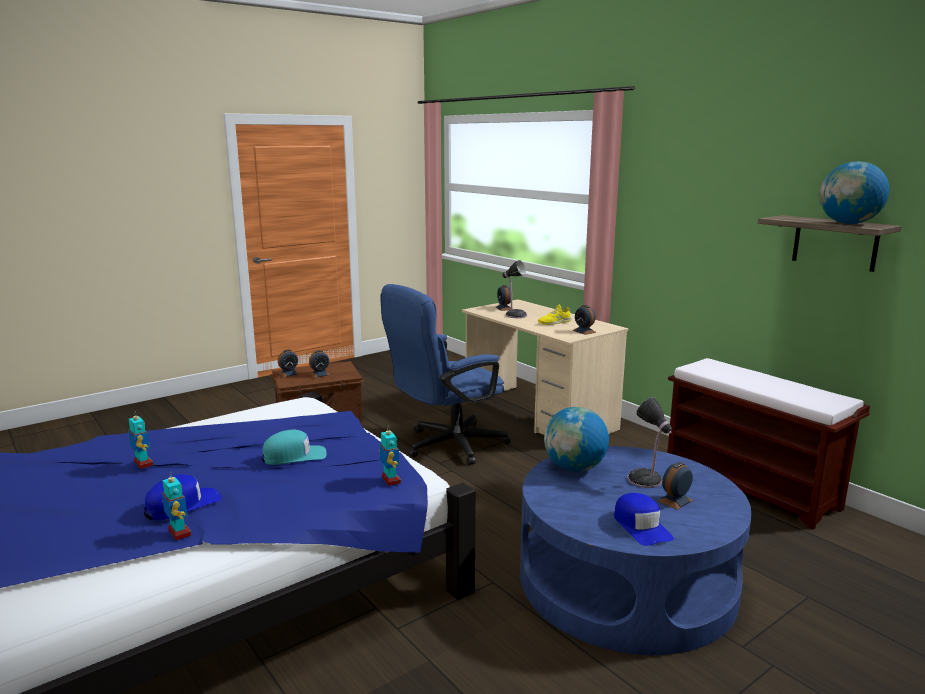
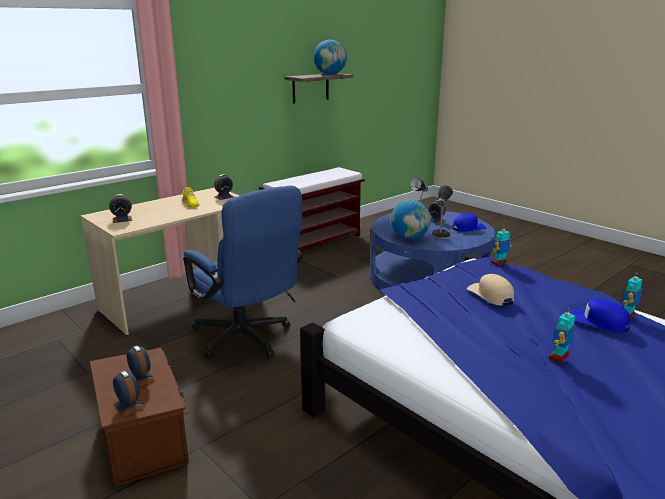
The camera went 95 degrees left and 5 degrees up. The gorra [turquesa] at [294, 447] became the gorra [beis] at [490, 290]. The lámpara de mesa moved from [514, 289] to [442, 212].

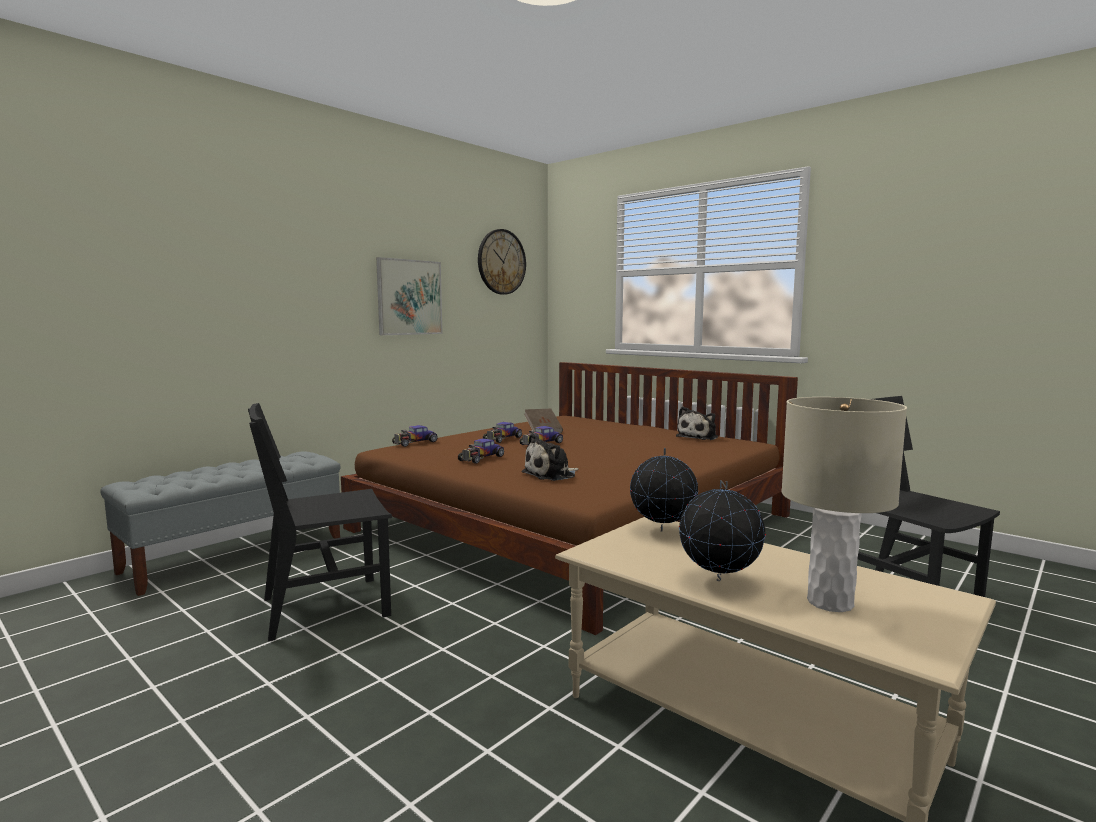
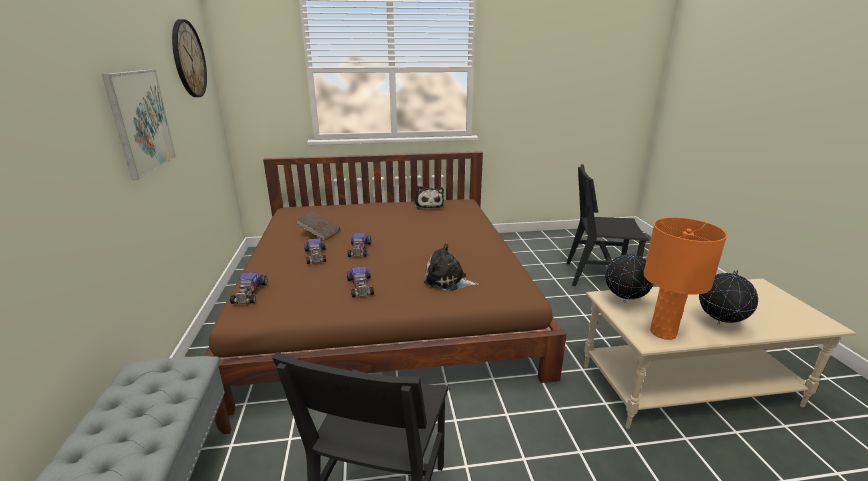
The camera went 50 degrees left and 15 degrees up. The peluche at [550, 457] turned 105 degrees clockwise. The lámpara de mesa [beis] at [844, 504] disappeared. The lámpara de mesa [naranja] at [685, 278] appeared.

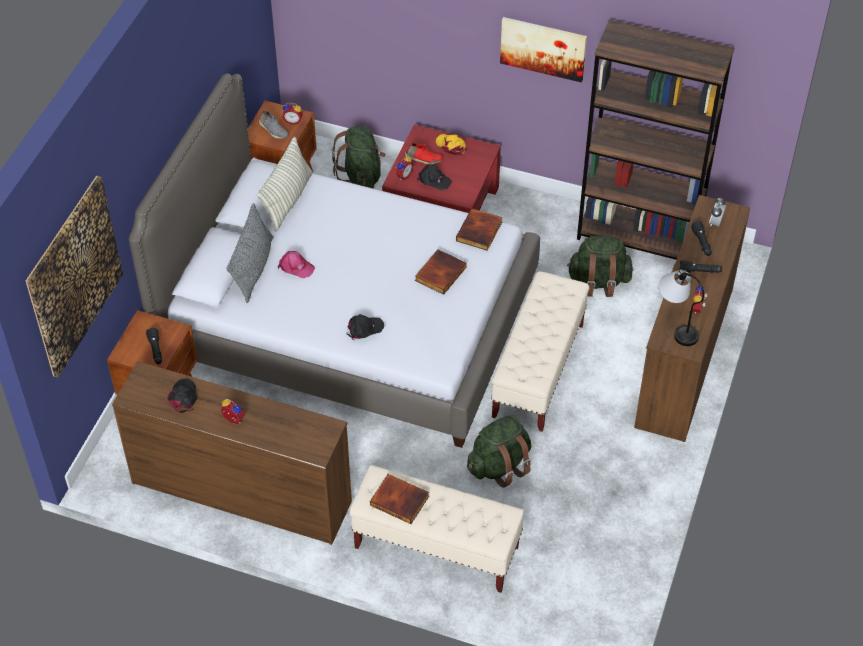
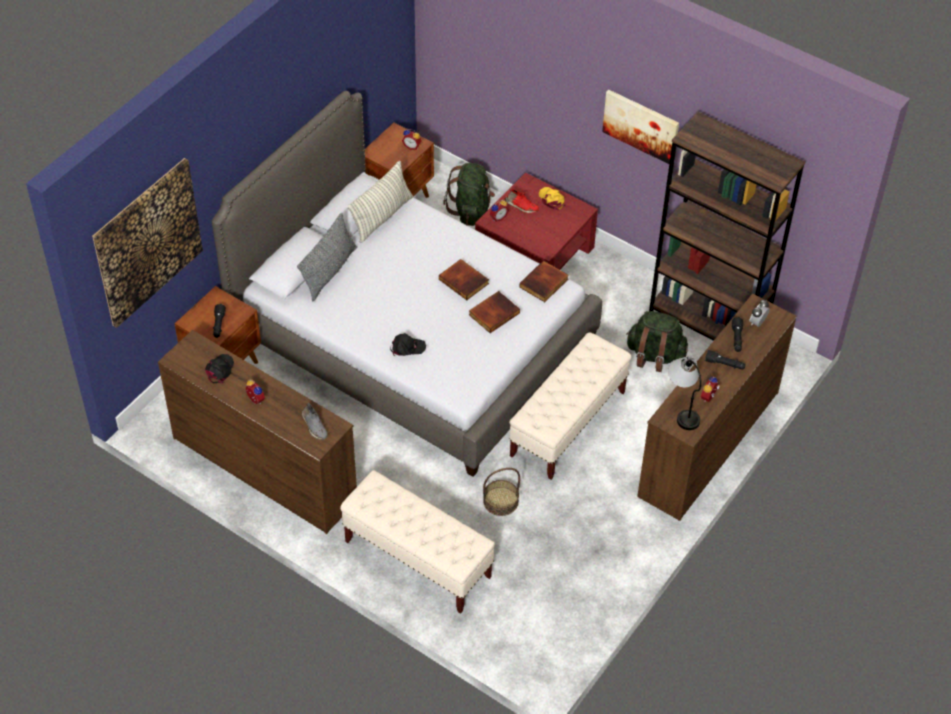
The camera went 15 degrees right and 0 degrees up. The zapato [gris] moved from [274, 124] to [315, 421]. The gorra [rosa] at [296, 264] disappeared. The libro moved from [399, 499] to [464, 279]. The gorra [negro] at [434, 177] disappeared. The mochila [verde] at [499, 452] was replaced by the cesta at [501, 492].

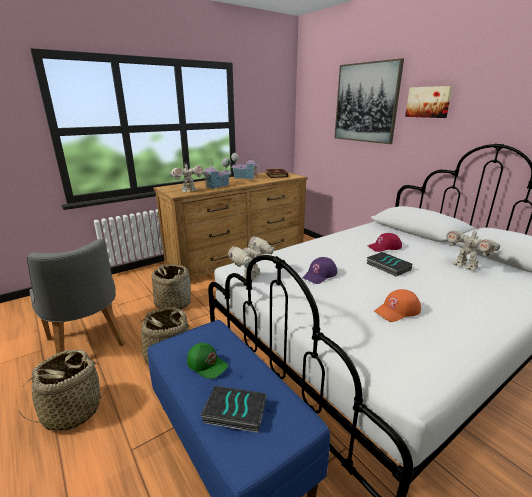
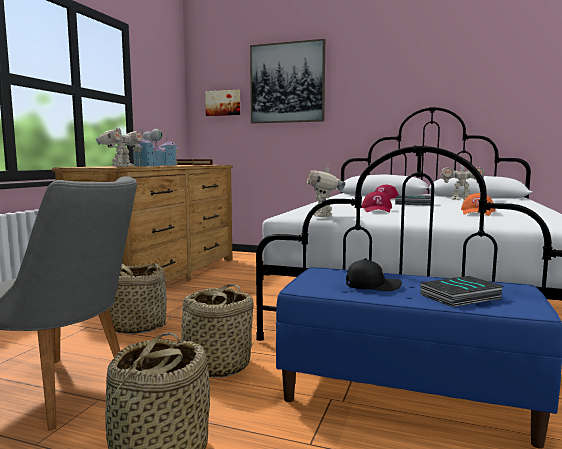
The camera went 35 degrees left and 15 degrees down. The gorra [verde] at [207, 361] became the gorra [negro] at [374, 274]. The gorra [morado] at [319, 270] became the gorra [rojo] at [377, 202]. The cuadro moved from [429, 102] to [222, 103].

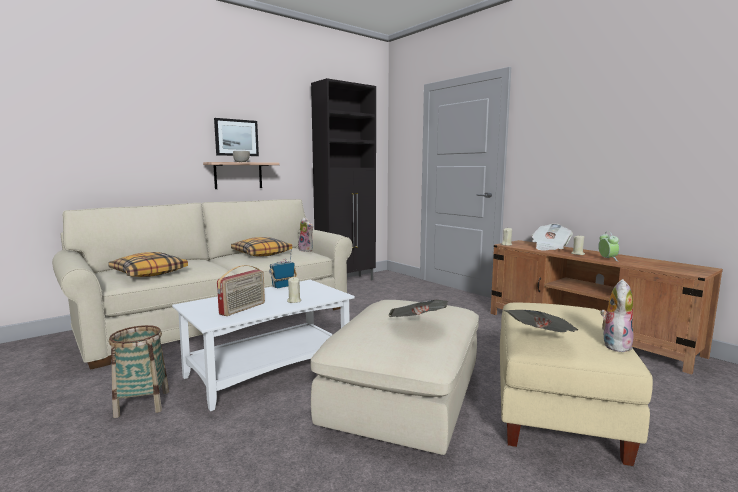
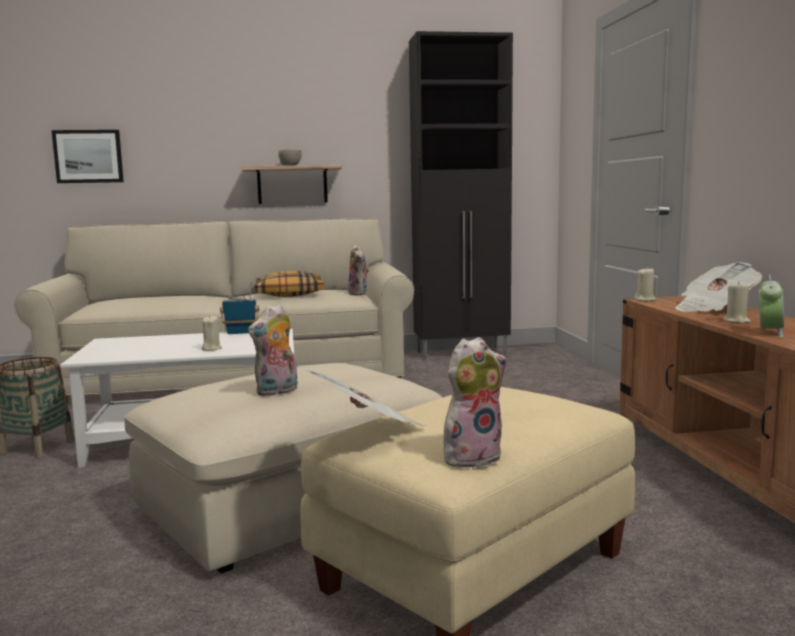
The camera went 30 degrees right and 0 degrees up. The cojín at [148, 264] disappeared. The cuadro moved from [236, 137] to [88, 156]. The radio at [241, 290] disappeared. The periódico at [418, 308] was replaced by the peluche at [273, 350].

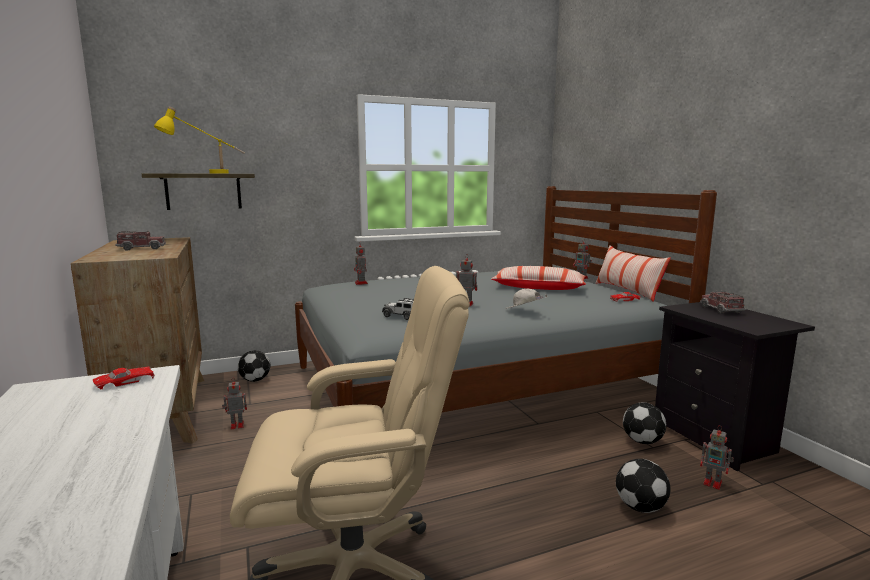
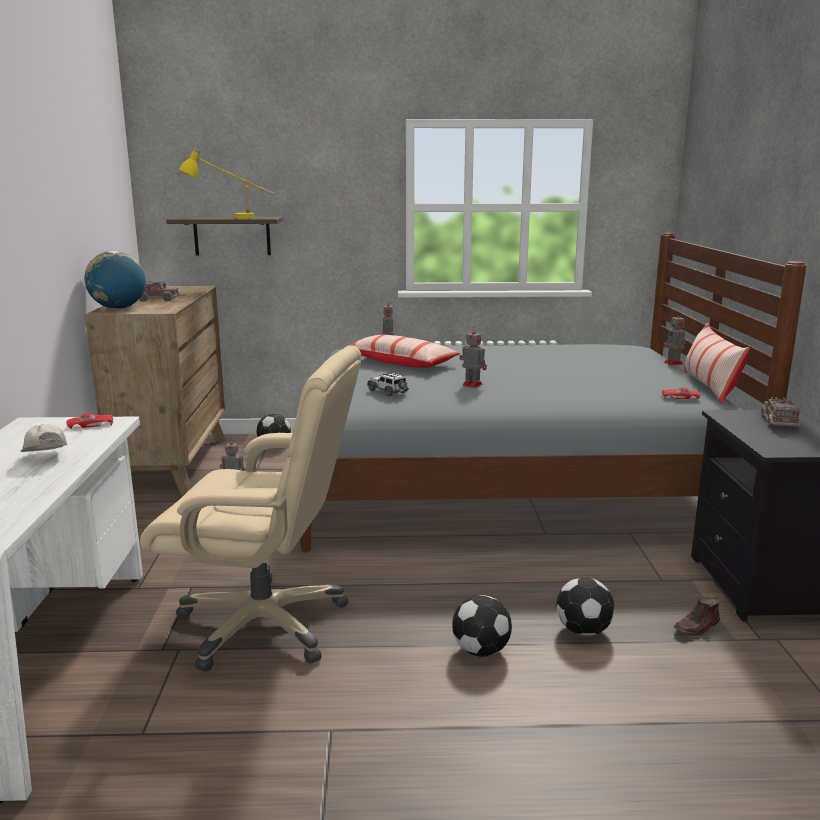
The camera went 20 degrees right and 5 degrees up. The cojín moved from [538, 278] to [402, 351]. The gorra [blanco] moved from [526, 299] to [43, 438]. The balón de fútbol moved from [644, 423] to [482, 626]. The robot de juguete at [717, 457] was replaced by the zapato [marrón] at [696, 616]. The globo terráqueo at [115, 280] appeared.

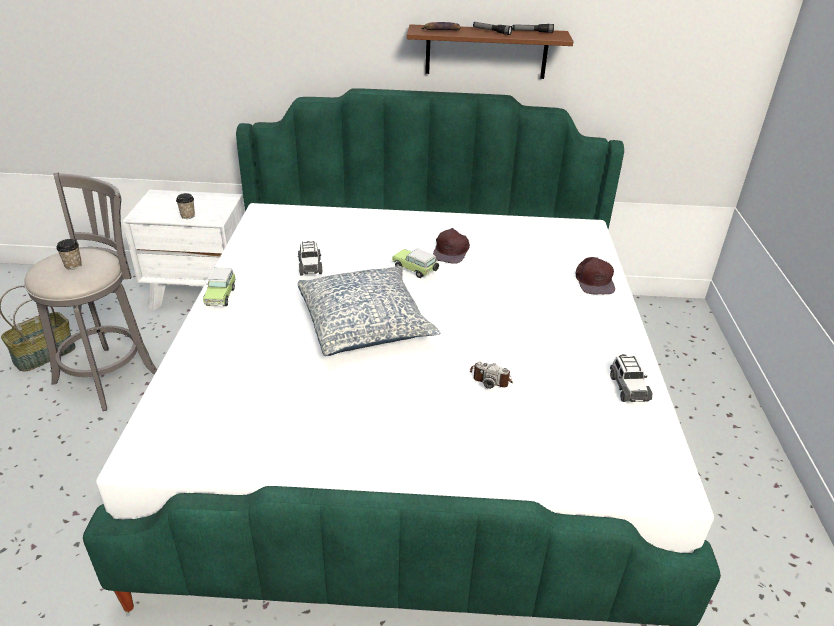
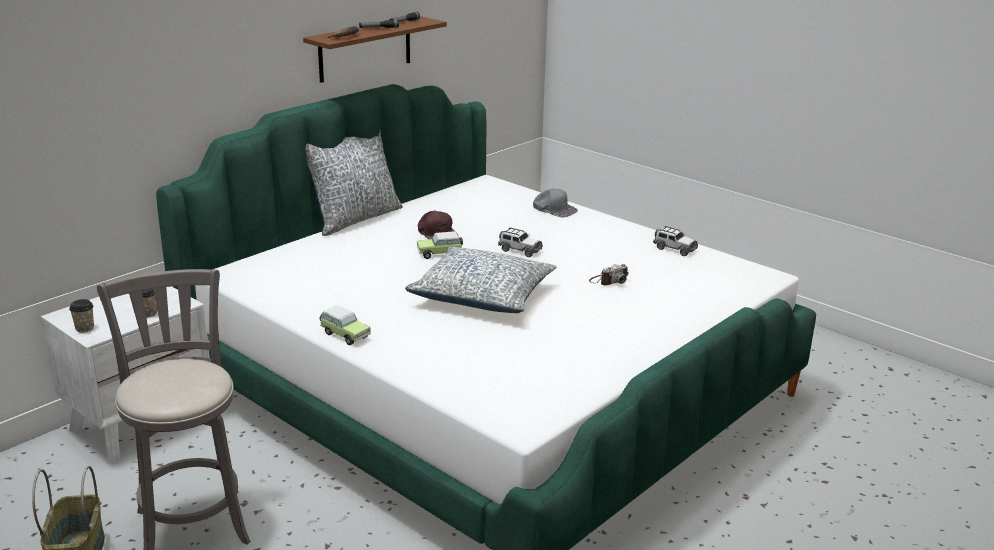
The camera went 50 degrees left and 10 degrees down. The taza moved from [69, 254] to [81, 315]. The coche de juguete moved from [310, 258] to [520, 242]. The gorra [marrón] at [595, 275] became the gorra [gris] at [555, 202]. The cojín at [354, 182] appeared.

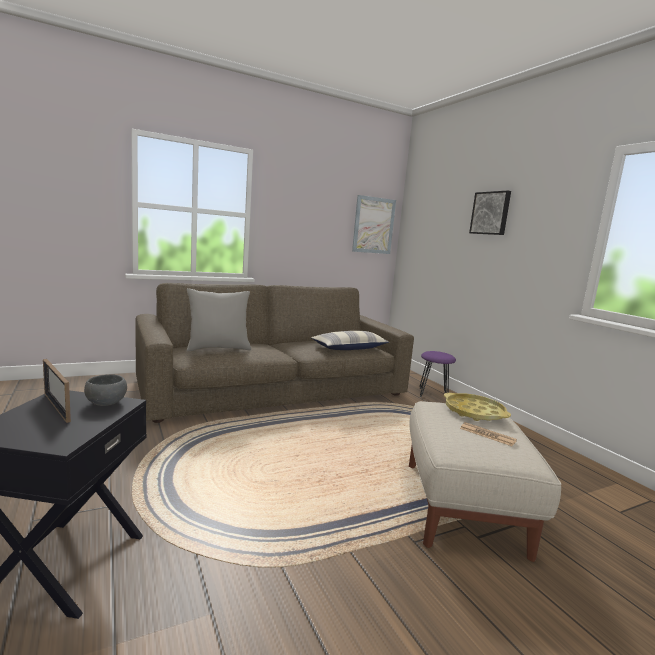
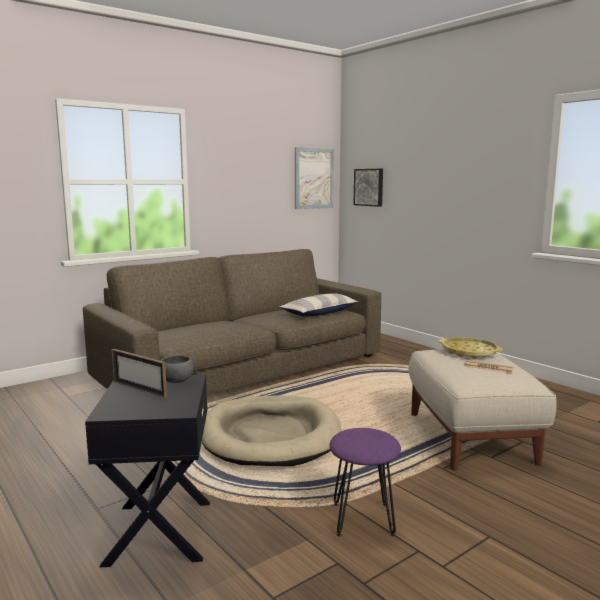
The camera went 10 degrees left and 0 degrees up. The cojín [gris] at [219, 319] disappeared. The taburete [morado] moved from [437, 374] to [365, 482]. The cuadro moved from [490, 212] to [368, 188]. The cama para perro [beis] at [271, 430] appeared.

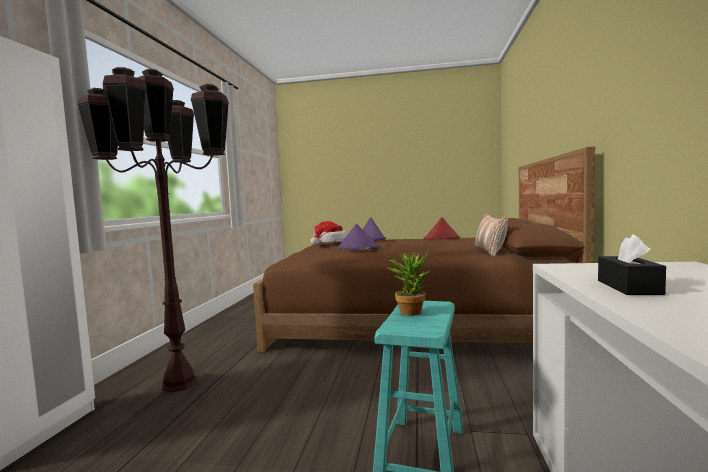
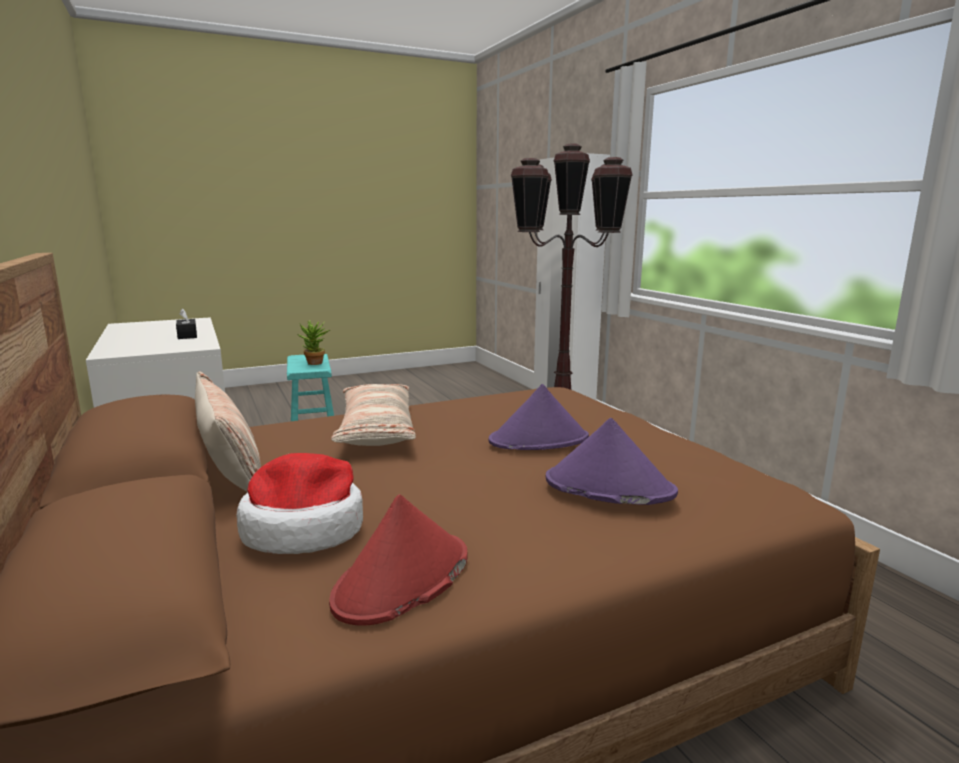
The camera went 145 degrees right and 10 degrees up. The sombrero moved from [328, 233] to [299, 503]. The cojín at [373, 415] appeared.

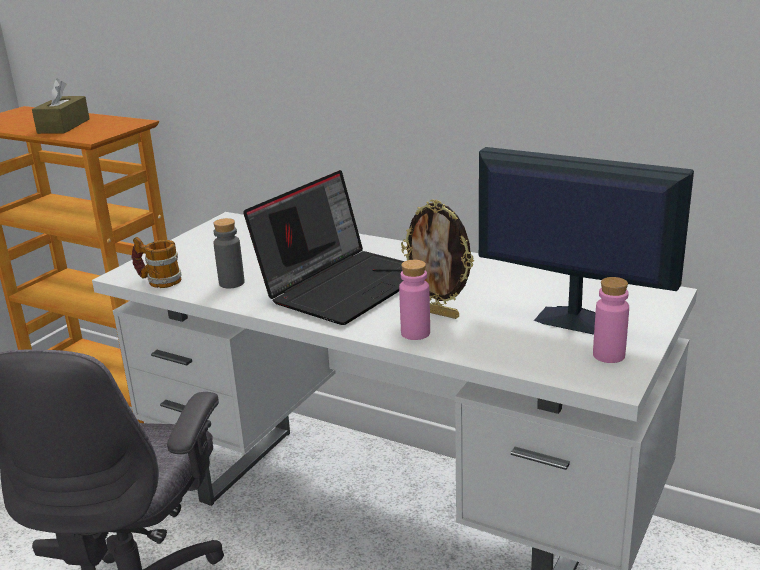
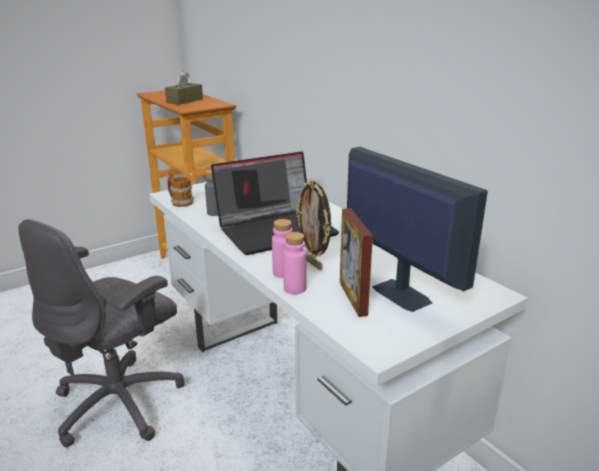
The camera went 25 degrees right and 0 degrees up. The botella [rosa] moved from [611, 320] to [295, 263]. The portarretratos at [356, 262] appeared.

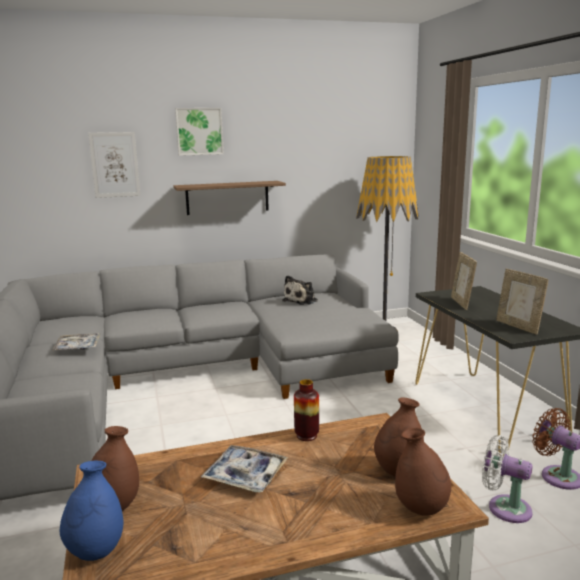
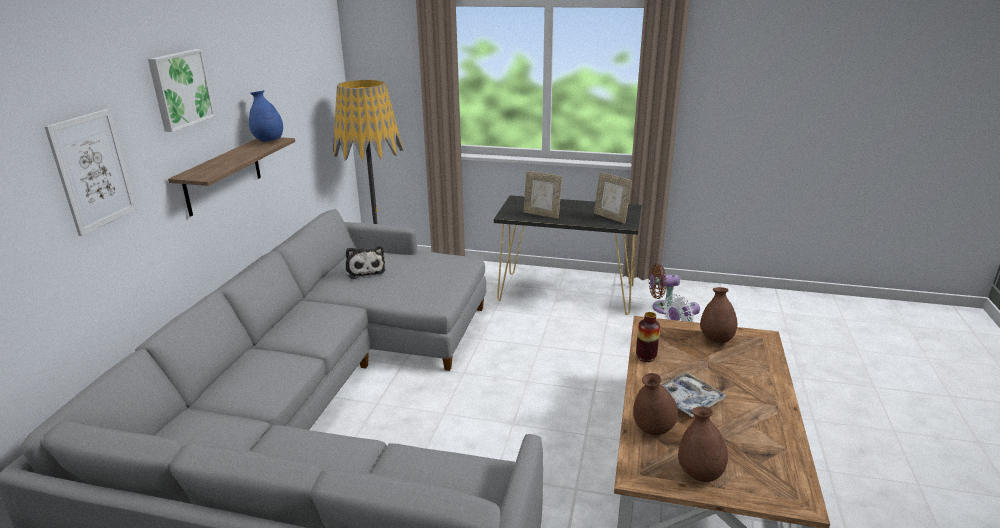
The camera went 60 degrees left and 10 degrees up. The bandeja at [76, 342] disappeared. The florero [azul] moved from [91, 511] to [266, 116]. The florero [marrón] moved from [423, 472] to [655, 404]. The portarretratos at [522, 302] turned 45 degrees clockwise.

